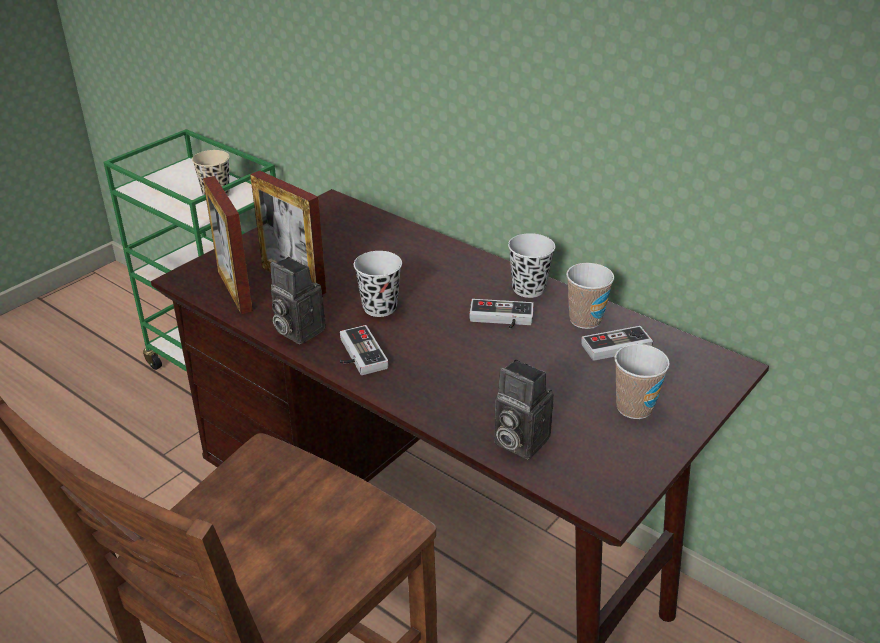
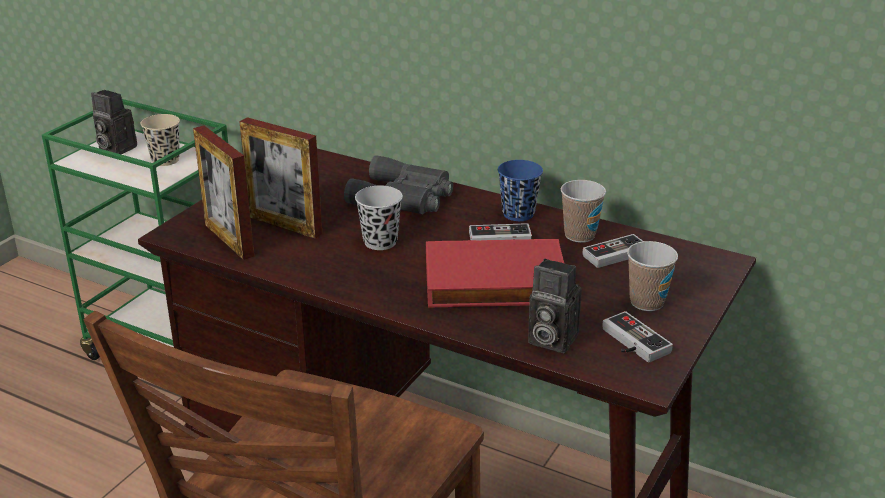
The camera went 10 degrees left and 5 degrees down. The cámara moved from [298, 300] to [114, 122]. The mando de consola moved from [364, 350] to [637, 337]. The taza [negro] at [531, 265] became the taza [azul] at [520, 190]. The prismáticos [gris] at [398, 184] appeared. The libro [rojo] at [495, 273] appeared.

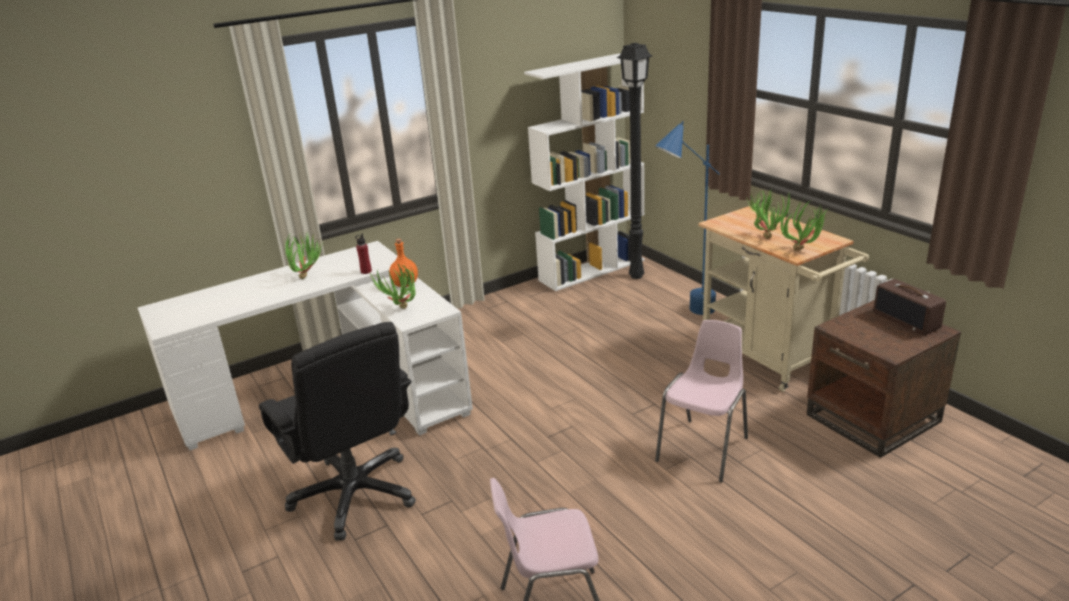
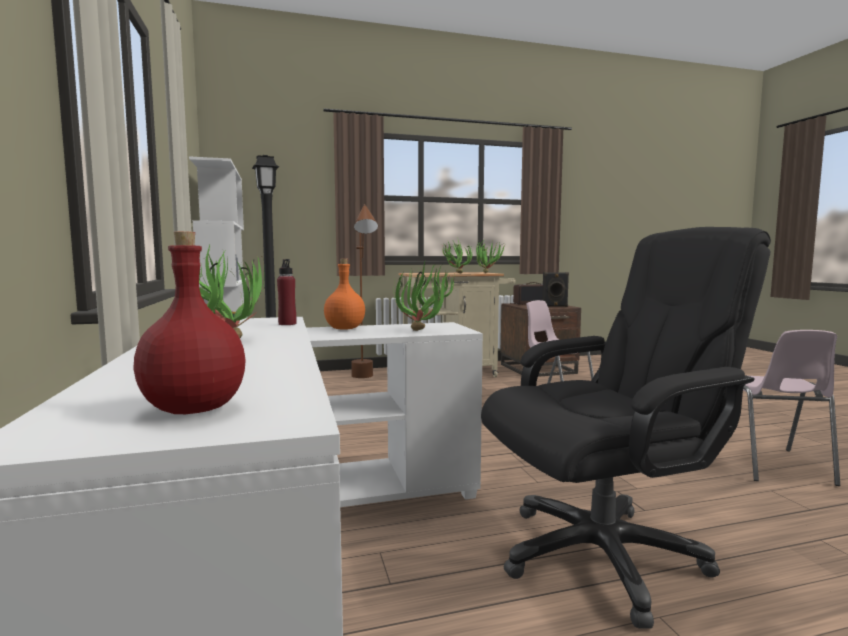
The camera went 75 degrees left and 20 degrees down. The lámpara de pie [azul] at [687, 218] became the lámpara de pie [marrón] at [364, 291]. The botella [rojo] at [189, 322] appeared. The altavoz [negro] at [555, 289] appeared.

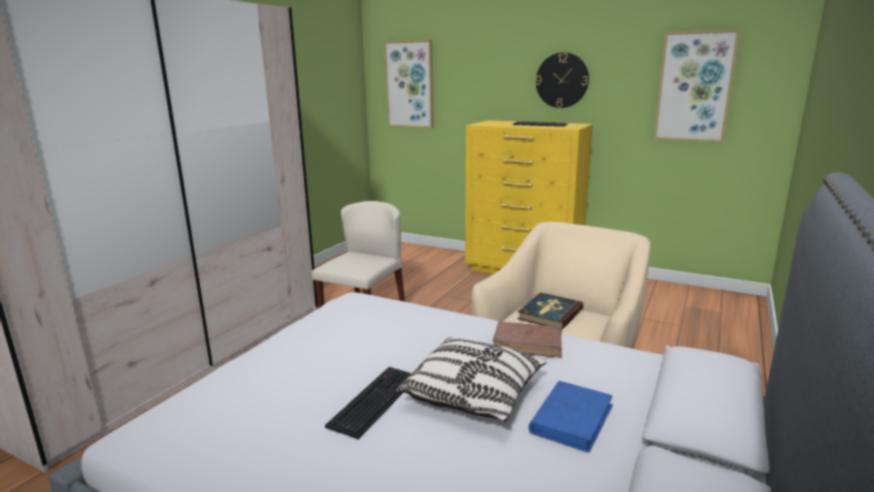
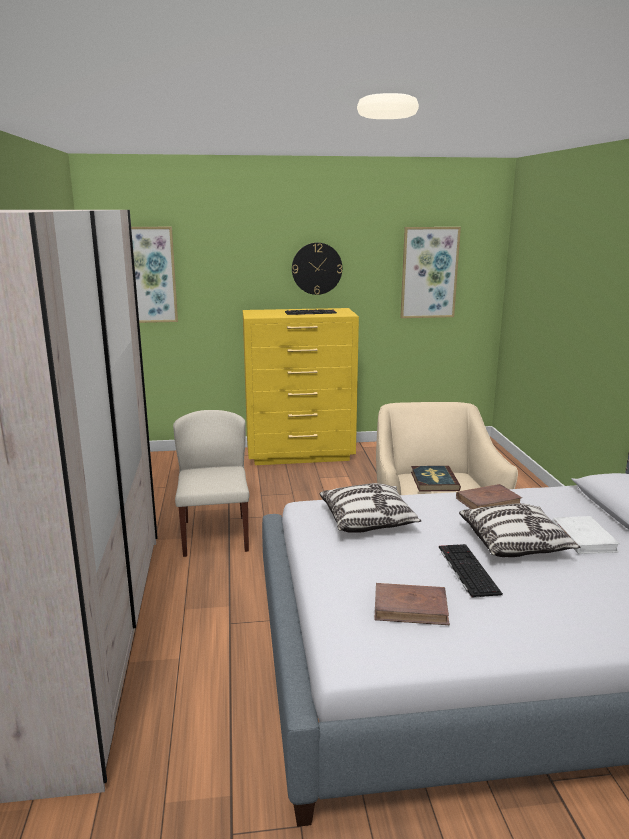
The camera went 35 degrees left and 0 degrees up. The libro [azul] at [570, 417] became the libro [blanco] at [586, 535]. The cojín at [371, 508] appeared. The libro [marrón] at [412, 604] appeared.

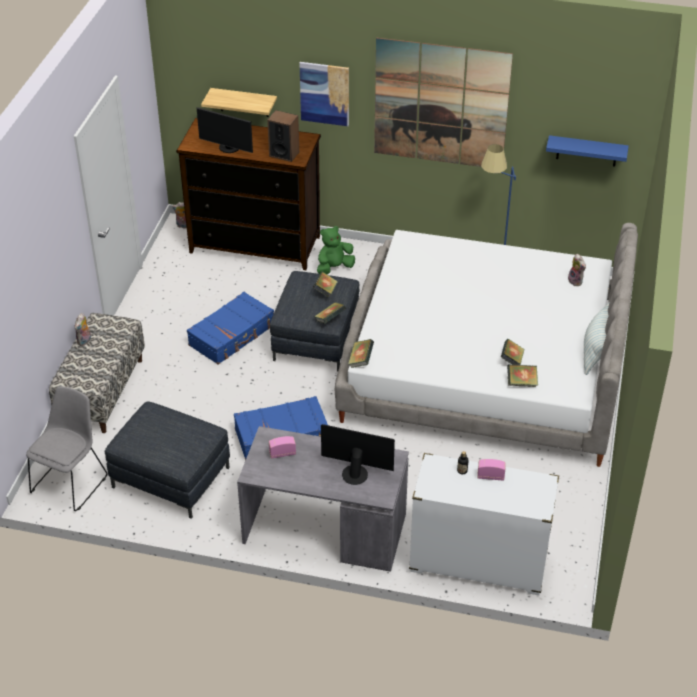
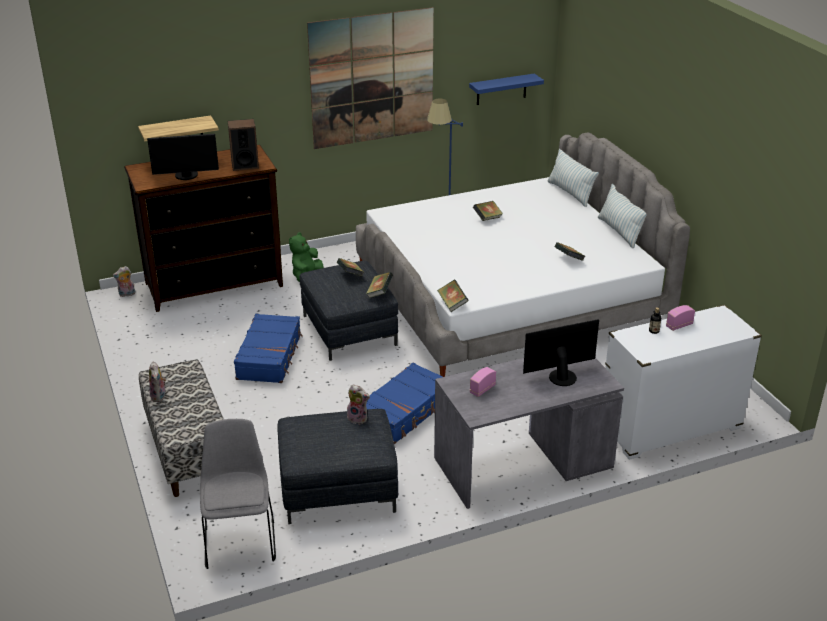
The camera went 35 degrees left and 10 degrees down. The cuadro at [324, 94] disappeared. The libro moved from [522, 375] to [488, 211]. The peluche moved from [577, 270] to [358, 404]. The cojín at [573, 178] appeared.

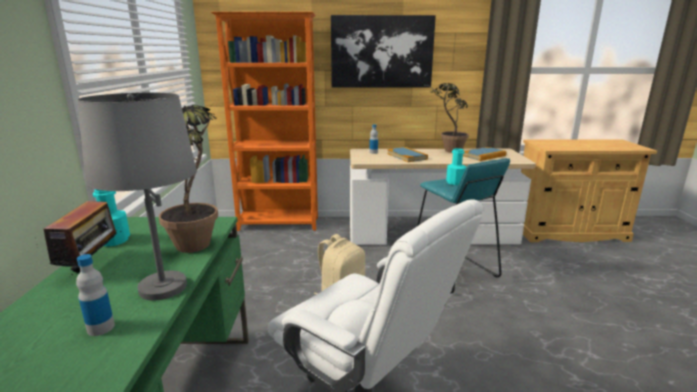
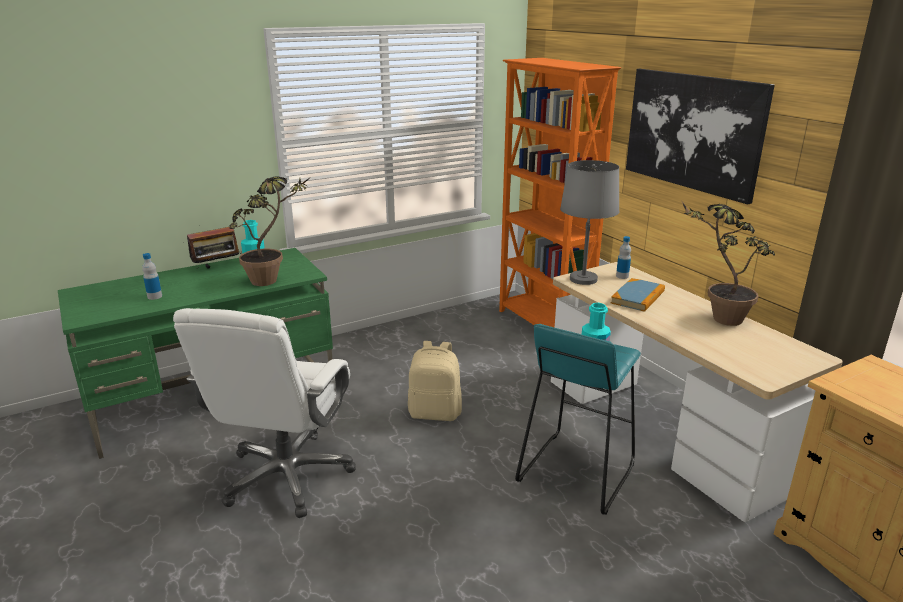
The camera went 60 degrees right and 5 degrees up. The lámpara de mesa [gris] moved from [137, 196] to [589, 222]. The libro at [484, 154] disappeared.

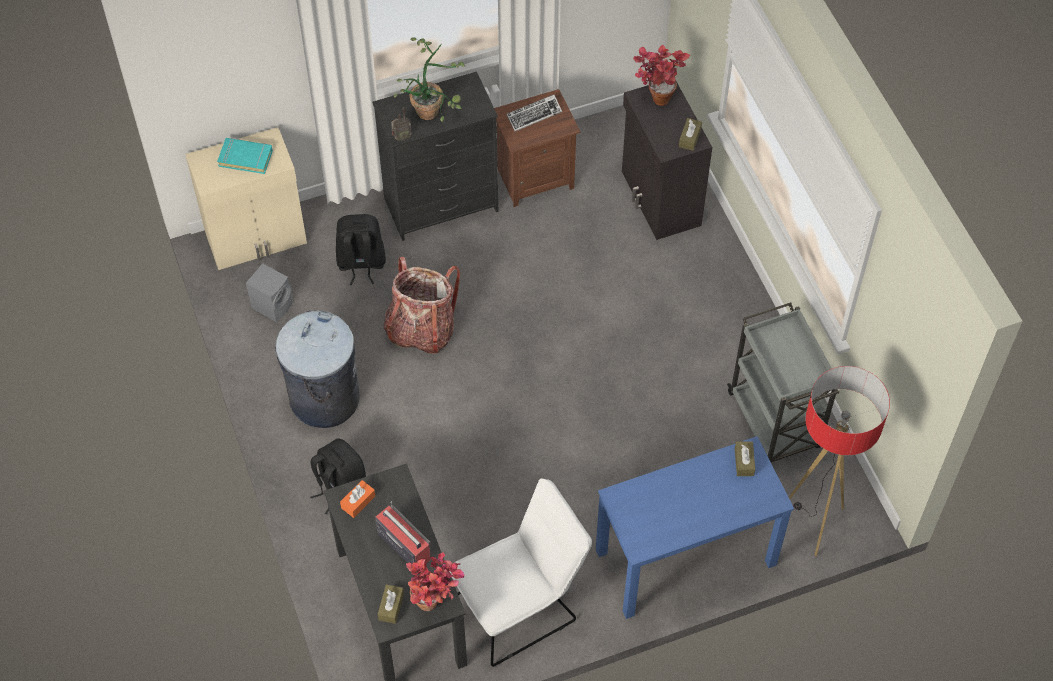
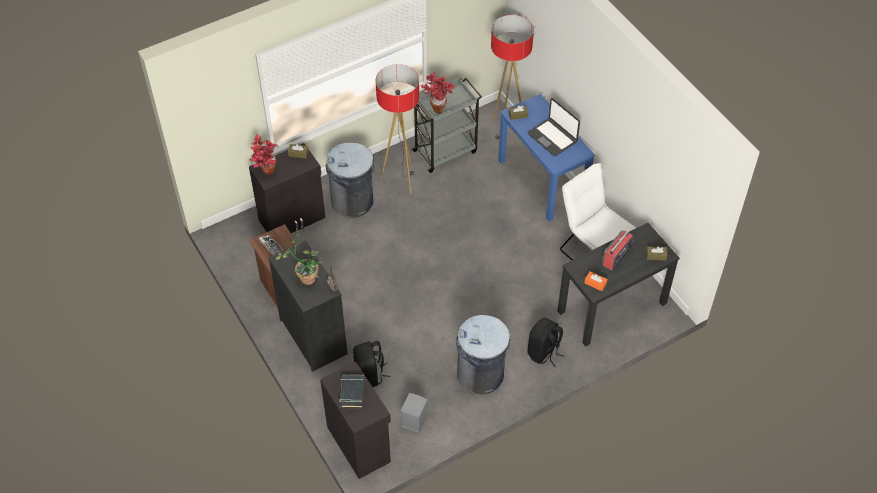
The camera went 100 degrees left and 5 degrees down. The armario [beis] at [246, 198] became the armario [negro] at [355, 420]. The libro [turquesa] at [245, 156] became the libro [negro] at [351, 392]. The mochila at [422, 305] disappeared. The planta en maceta moved from [435, 582] to [438, 93]. The papelera [gris] at [349, 180] appeared. The lámpara de pie at [397, 128] appeared. The portátil at [553, 127] appeared.

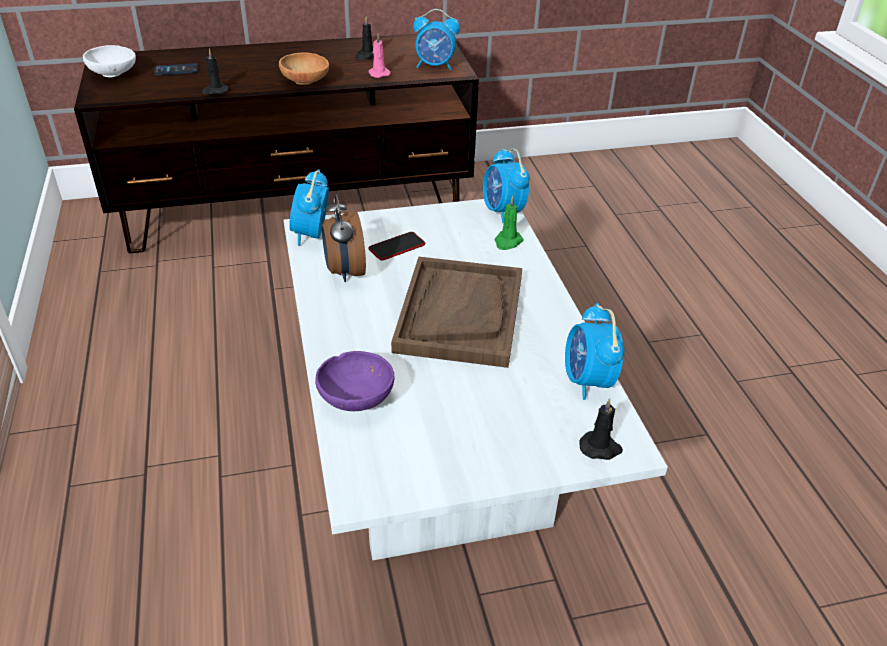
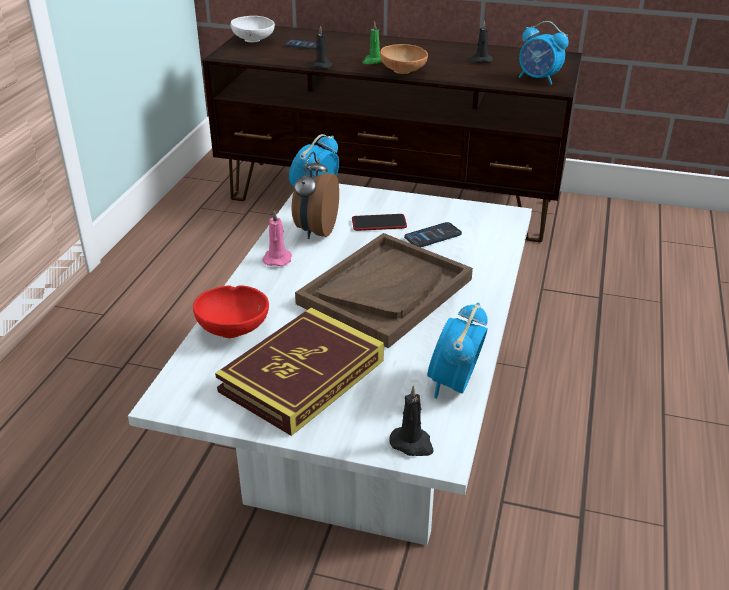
The camera went 30 degrees right and 5 degrees down. The cuenco [morado] at [354, 381] became the cuenco [rojo] at [231, 311]. The vela [rosa] moved from [379, 56] to [277, 237]. The despertador at [506, 185] disappeared. The vela [verde] moved from [509, 223] to [372, 43]. The libro at [299, 372] appeared. The móvil at [433, 234] appeared.

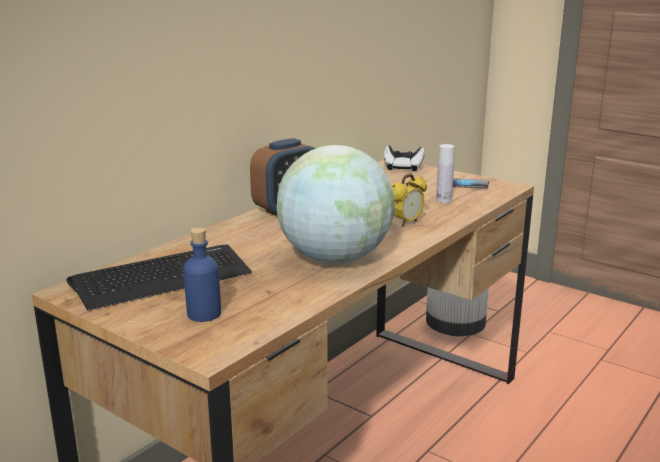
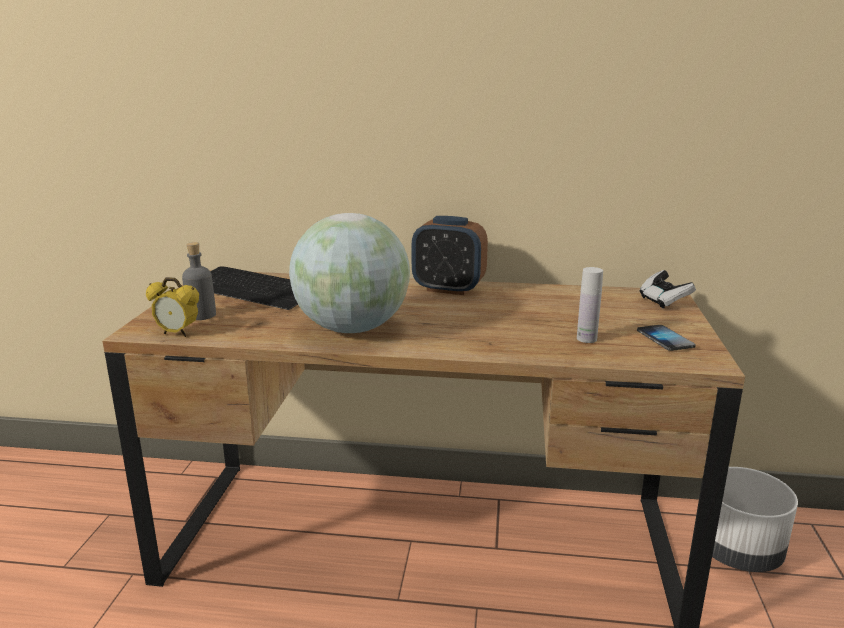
The camera went 60 degrees right and 0 degrees up. The botella [azul] at [202, 274] became the botella [gris] at [199, 281]. The despertador moved from [409, 200] to [172, 307].

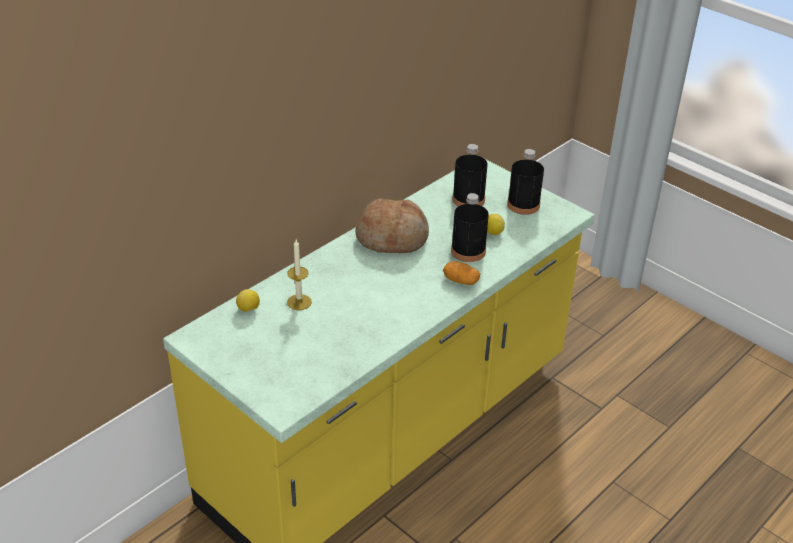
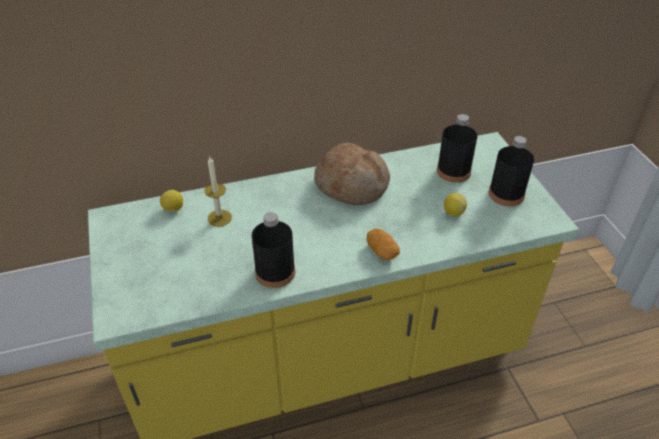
The camera went 30 degrees right and 5 degrees up. The botella [negro] moved from [470, 227] to [273, 250].

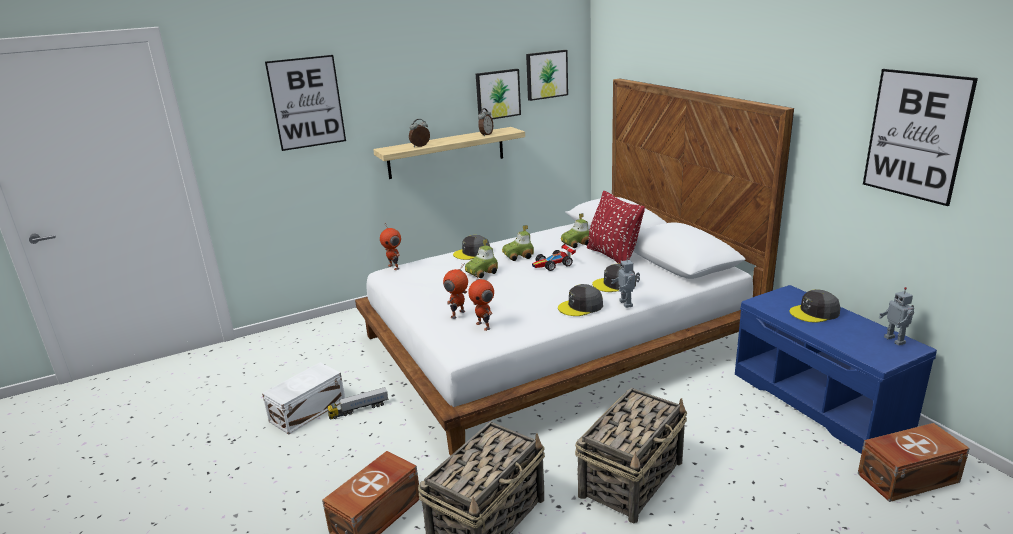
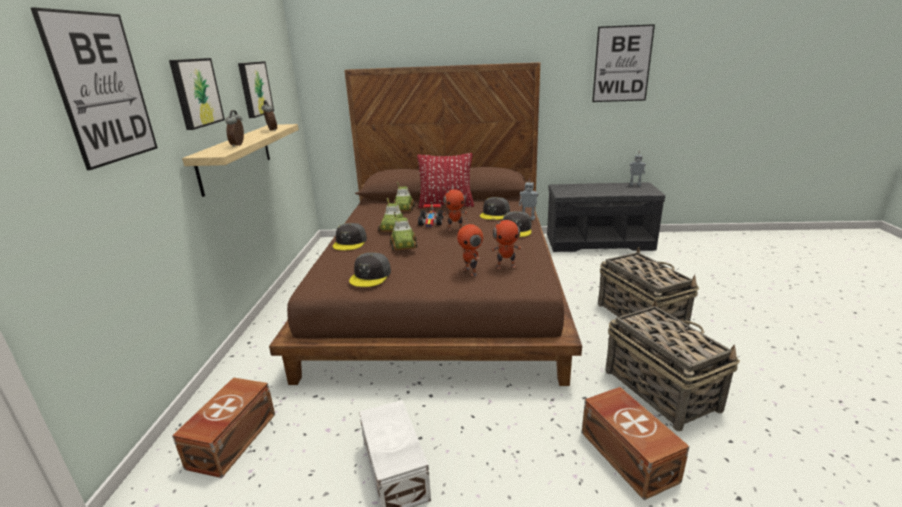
The camera went 60 degrees left and 0 degrees up. The camión de juguete at [358, 403] disappeared. The cama [blanco] at [574, 267] became the cama [marrón] at [425, 224]. The robot de juguete moved from [390, 246] to [455, 209]. The cuadro moved from [547, 75] to [197, 94]. The banco [azul] at [836, 369] became the banco [gris] at [606, 217]. The gorra [gris] moved from [814, 306] to [370, 269]. The caja de almacenaje [marrón] moved from [914, 462] to [223, 428].

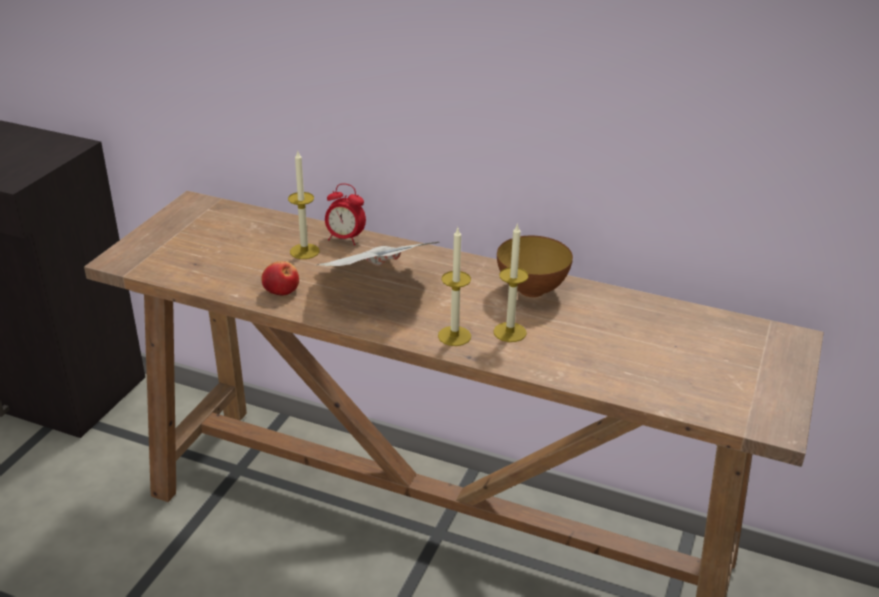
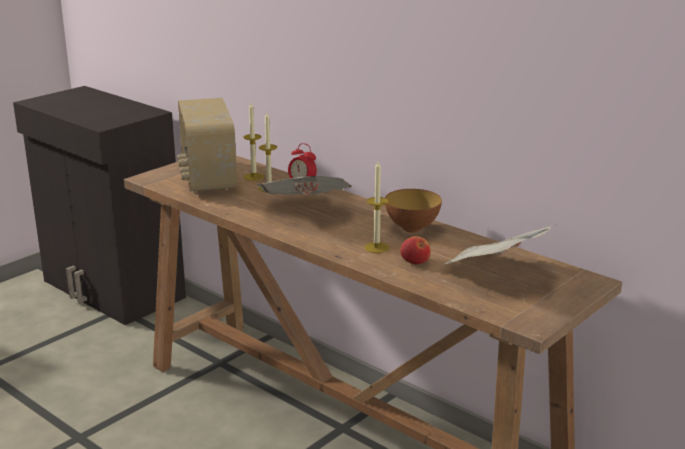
The camera went 20 degrees right and 10 degrees down. The manzana moved from [280, 278] to [415, 250]. The vela moved from [454, 287] to [254, 142]. The radio at [207, 145] appeared. The periódico at [496, 245] appeared.

